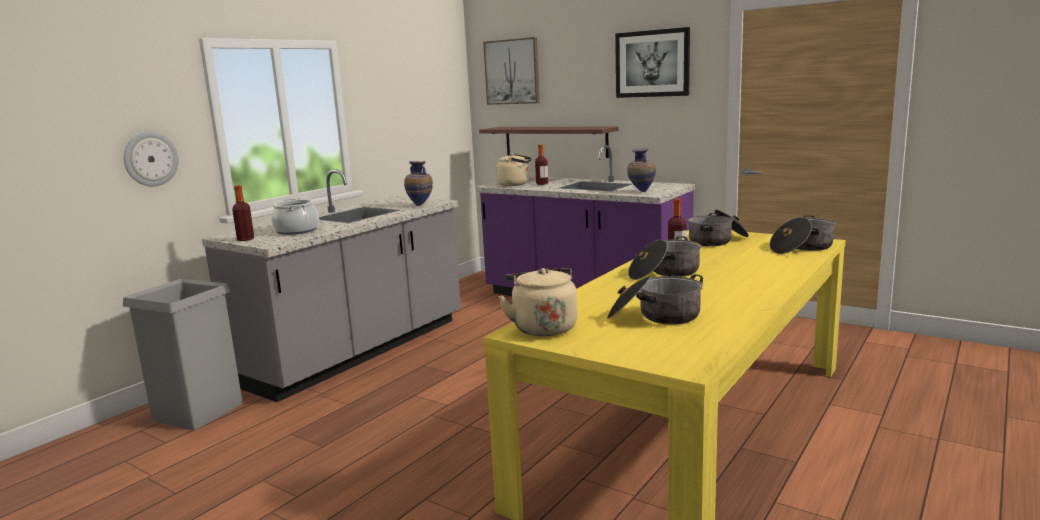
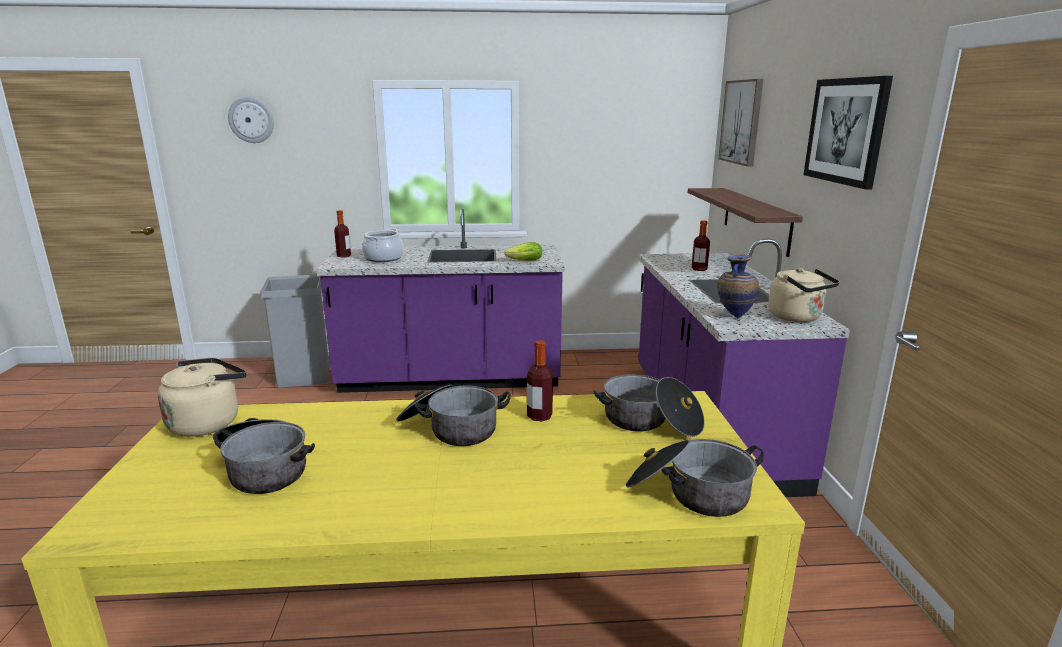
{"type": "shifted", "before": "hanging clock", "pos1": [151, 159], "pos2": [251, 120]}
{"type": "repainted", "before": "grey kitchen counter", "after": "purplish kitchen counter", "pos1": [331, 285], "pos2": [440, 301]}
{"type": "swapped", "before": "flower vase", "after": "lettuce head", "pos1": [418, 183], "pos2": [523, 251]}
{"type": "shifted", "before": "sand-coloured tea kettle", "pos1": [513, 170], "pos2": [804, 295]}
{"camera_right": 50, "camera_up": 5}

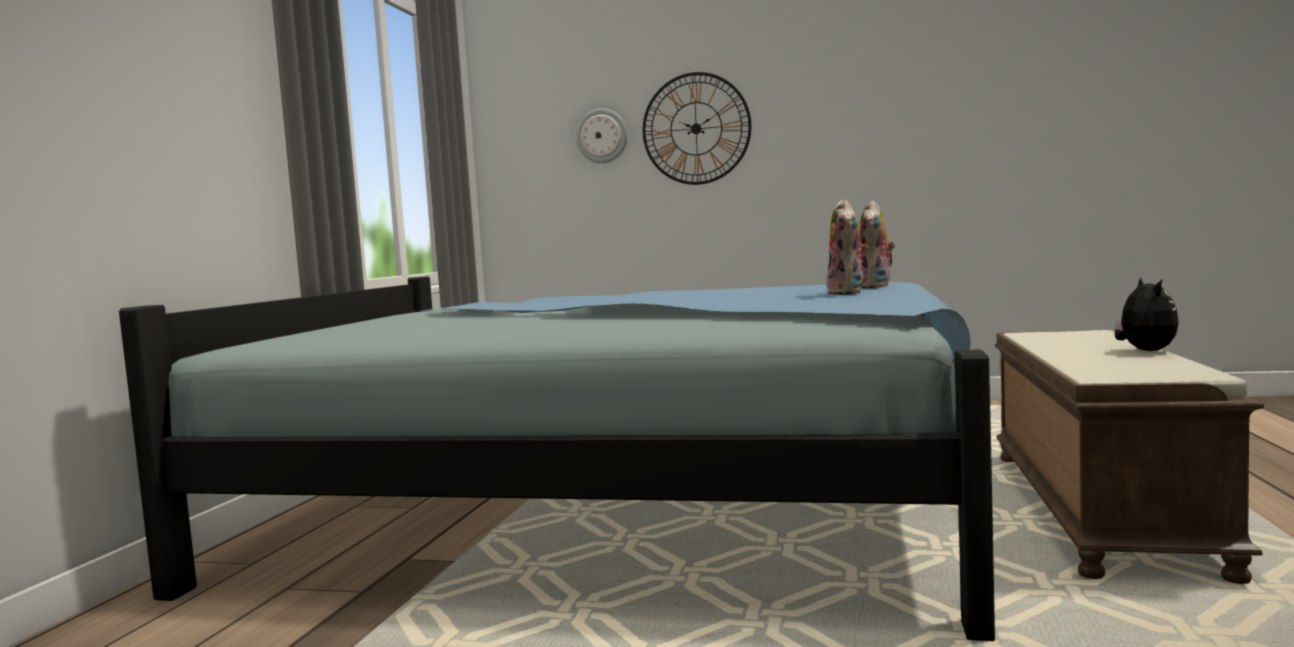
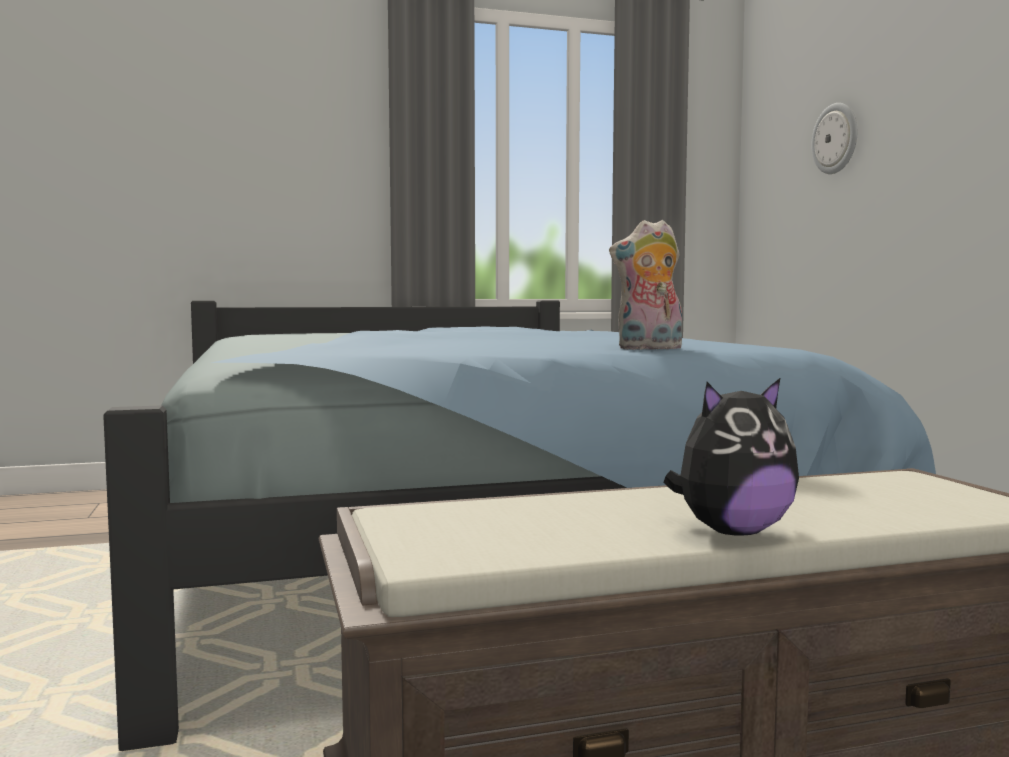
{"type": "gone", "before": "hanging clock", "pos1": [696, 128]}
{"type": "gone", "before": "cuddly toy", "pos1": [848, 247]}
{"camera_right": 60, "camera_up": 0}

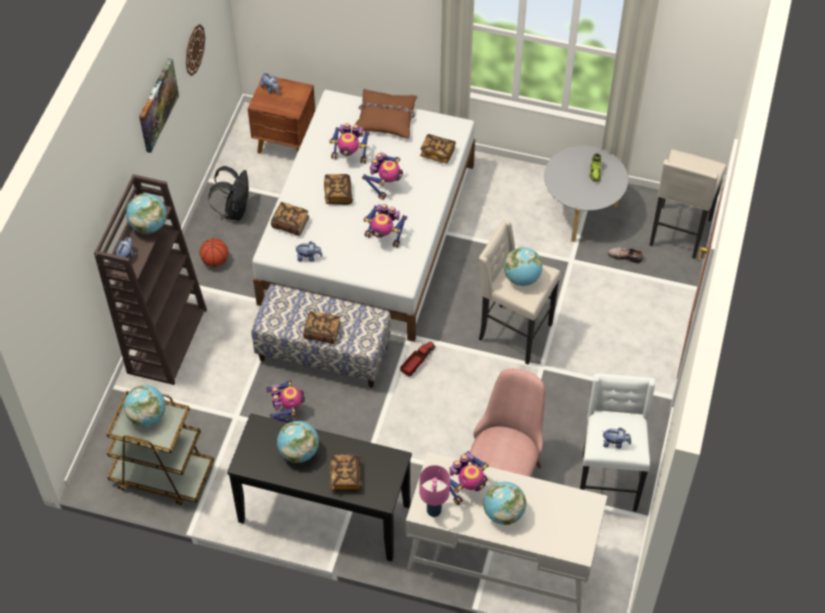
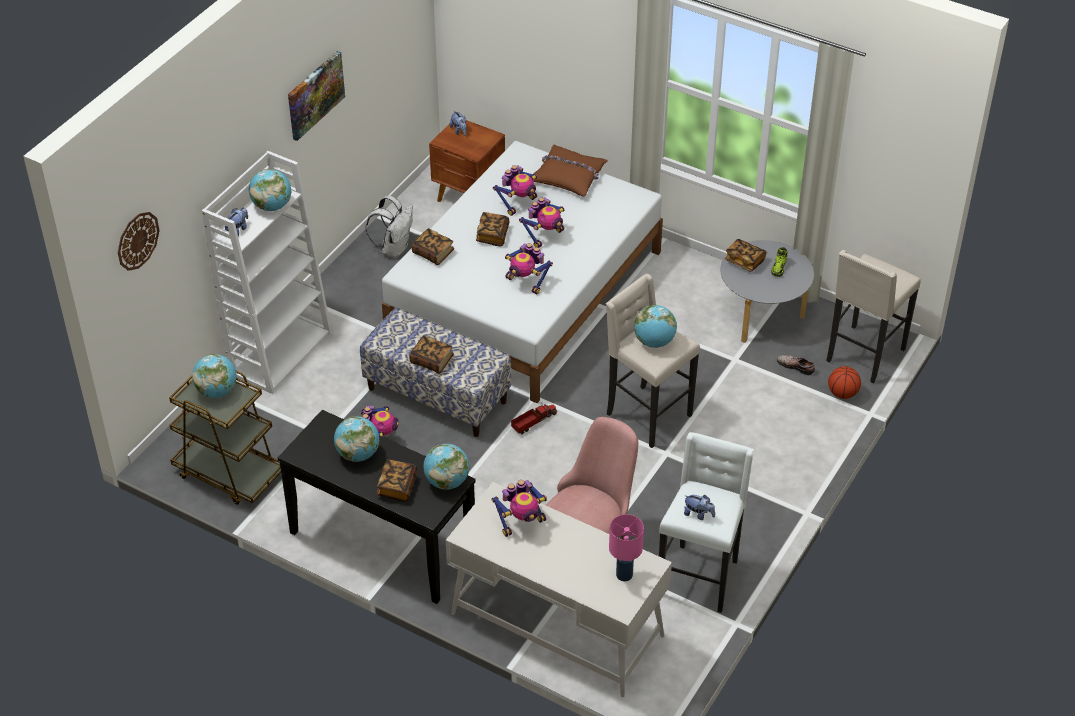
{"type": "repainted", "before": "brown-coloured bookshelf", "after": "white bookshelf", "pos1": [150, 279], "pos2": [267, 272]}
{"type": "shifted", "before": "hanging clock", "pos1": [195, 50], "pos2": [139, 241]}
{"type": "shifted", "before": "ball for basketball", "pos1": [213, 252], "pos2": [844, 382]}
{"type": "repainted", "before": "black backpack", "after": "white backpack", "pos1": [228, 193], "pos2": [389, 226]}
{"type": "gone", "before": "cuddly toy", "pos1": [308, 251]}
{"type": "rotated", "before": "toy robot", "pos1": [349, 143], "pos2": [515, 190], "turn": -75}
{"type": "shifted", "before": "volume", "pos1": [438, 149], "pos2": [745, 255]}
{"type": "shifted", "before": "pink tabletop lamp", "pos1": [435, 491], "pos2": [626, 547]}
{"type": "shifted", "before": "desk globe", "pos1": [504, 503], "pos2": [446, 467]}
{"camera_right": 15, "camera_up": -10}

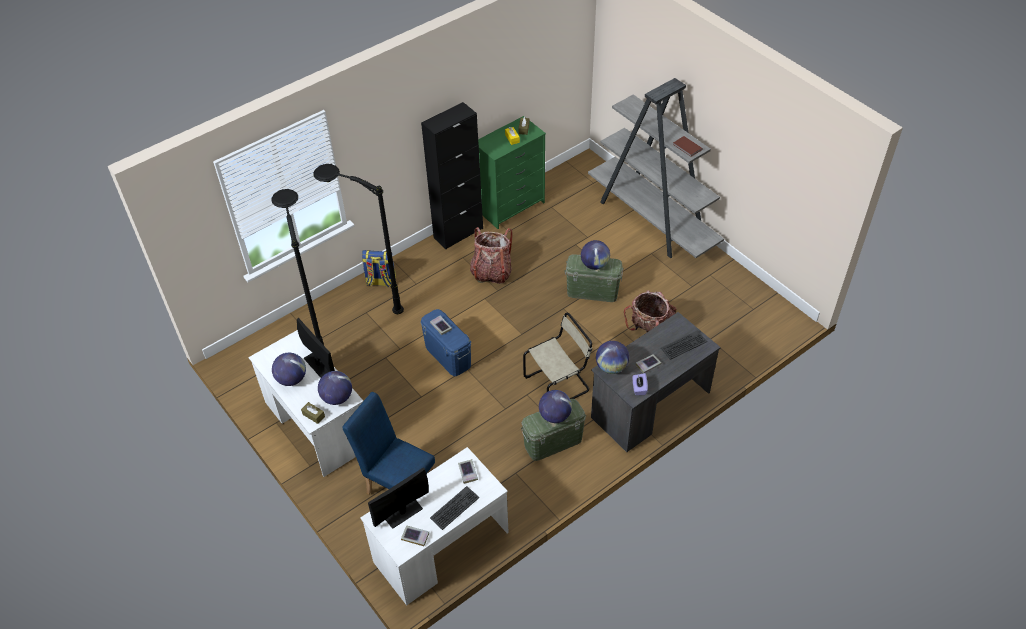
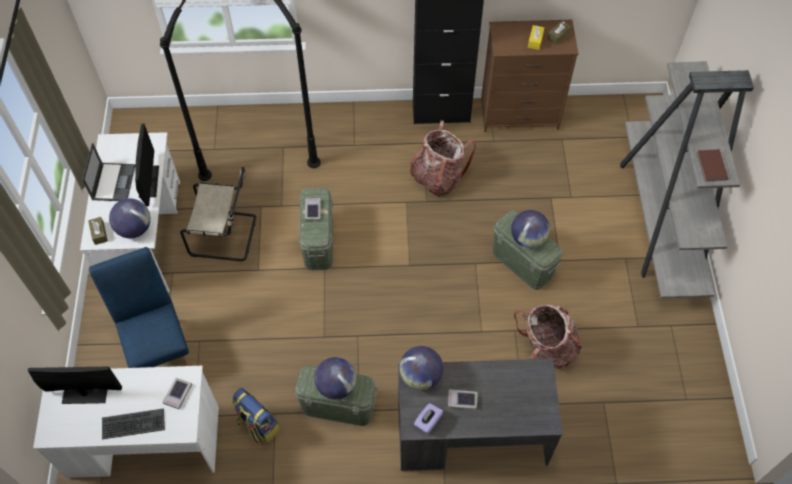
{"type": "swapped", "before": "desk globe", "after": "notebook computer", "pos1": [289, 369], "pos2": [108, 172]}
{"type": "shifted", "before": "backpack", "pos1": [379, 269], "pos2": [256, 416]}
{"type": "gone", "before": "volume", "pos1": [415, 535]}
{"type": "repainted", "before": "blue-coloured storage box", "after": "greenish storage box", "pos1": [446, 342], "pos2": [316, 229]}
{"type": "repainted", "before": "greenish chest of drawers", "after": "brown-coloured chest of drawers", "pos1": [512, 172], "pos2": [529, 76]}
{"type": "shifted", "before": "sand-coloured plain chair", "pos1": [557, 356], "pos2": [218, 214]}
{"type": "gone", "before": "PC keyboard", "pos1": [684, 345]}
{"camera_right": 35, "camera_up": 10}

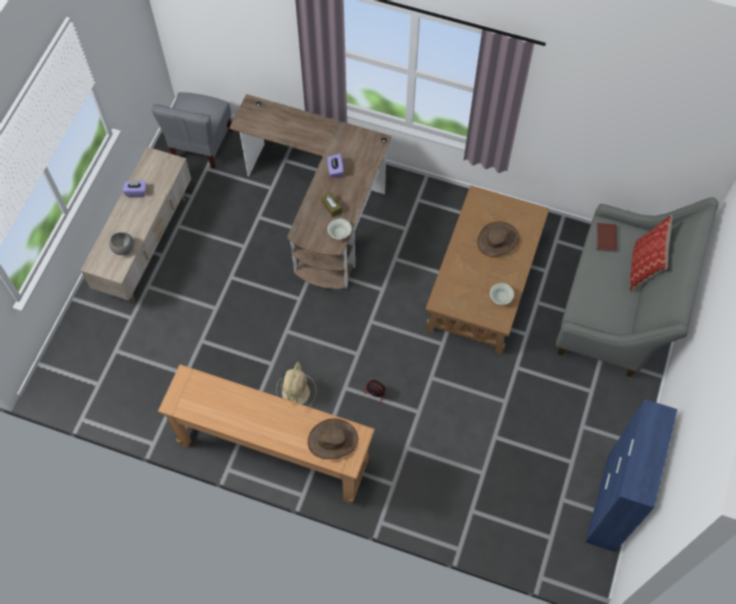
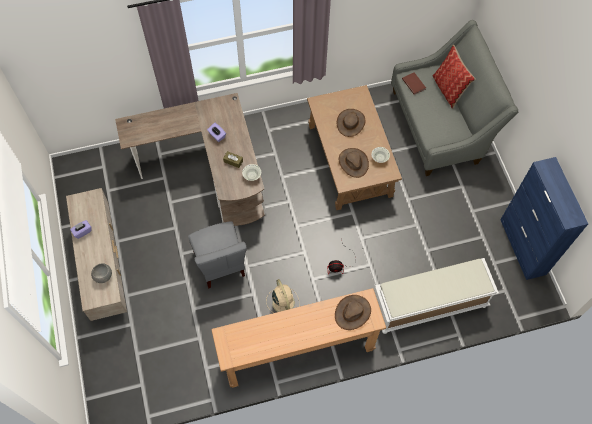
{"type": "shifted", "before": "grey plain chair", "pos1": [192, 130], "pos2": [217, 255]}
{"type": "new", "after": "brown-coloured clothing hat", "pos2": [354, 163]}
{"type": "new", "after": "white long seat", "pos2": [437, 296]}
{"camera_right": -35, "camera_up": 0}

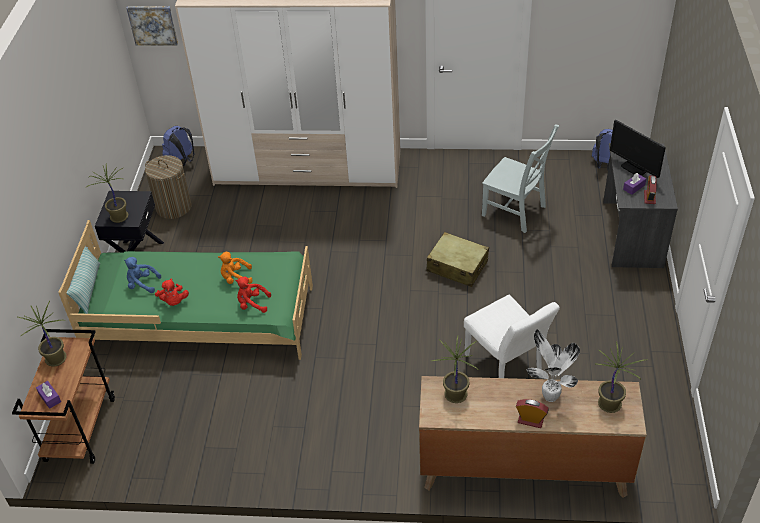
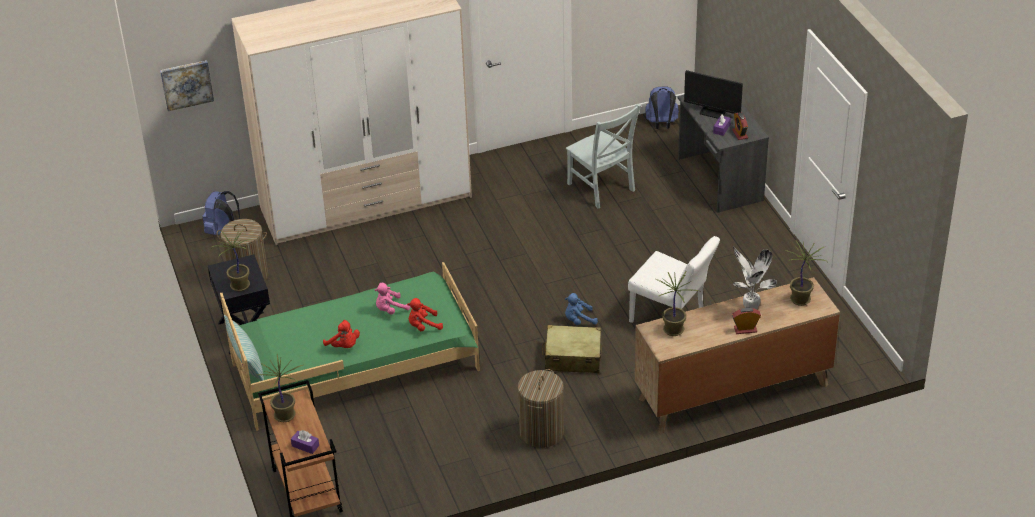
{"type": "shifted", "before": "blue-coloured cuddly toy", "pos1": [142, 275], "pos2": [581, 309]}
{"type": "repainted", "before": "orange-coloured cuddly toy", "after": "pink cuddly toy", "pos1": [235, 268], "pos2": [392, 299]}
{"type": "shifted", "before": "sand-coloured travel case", "pos1": [458, 259], "pos2": [572, 349]}
{"type": "rotated", "before": "grey plain chair", "pos1": [520, 178], "pos2": [603, 156], "turn": 45}
{"type": "new", "after": "hamper", "pos2": [541, 408]}
{"camera_right": -25, "camera_up": -5}

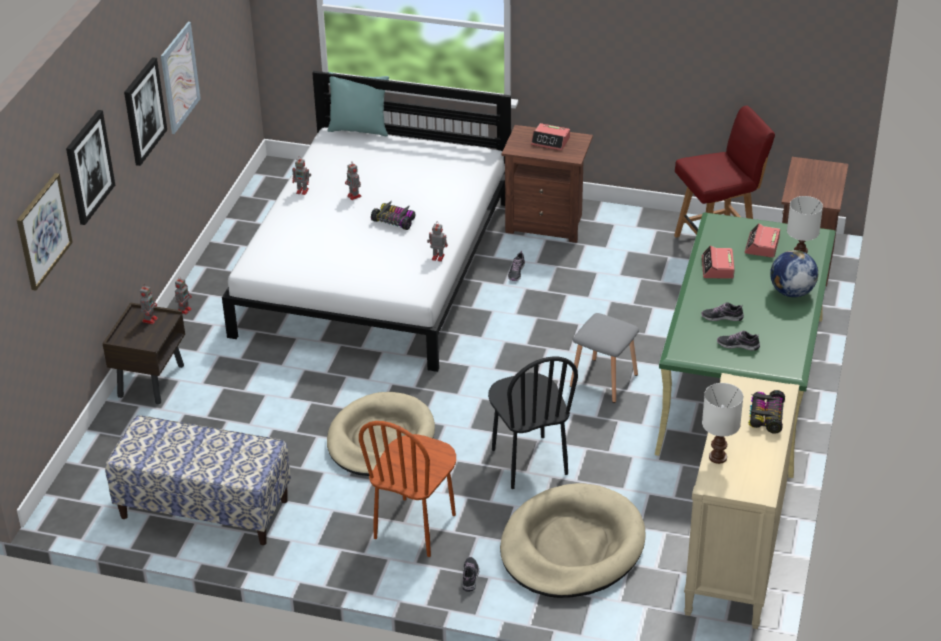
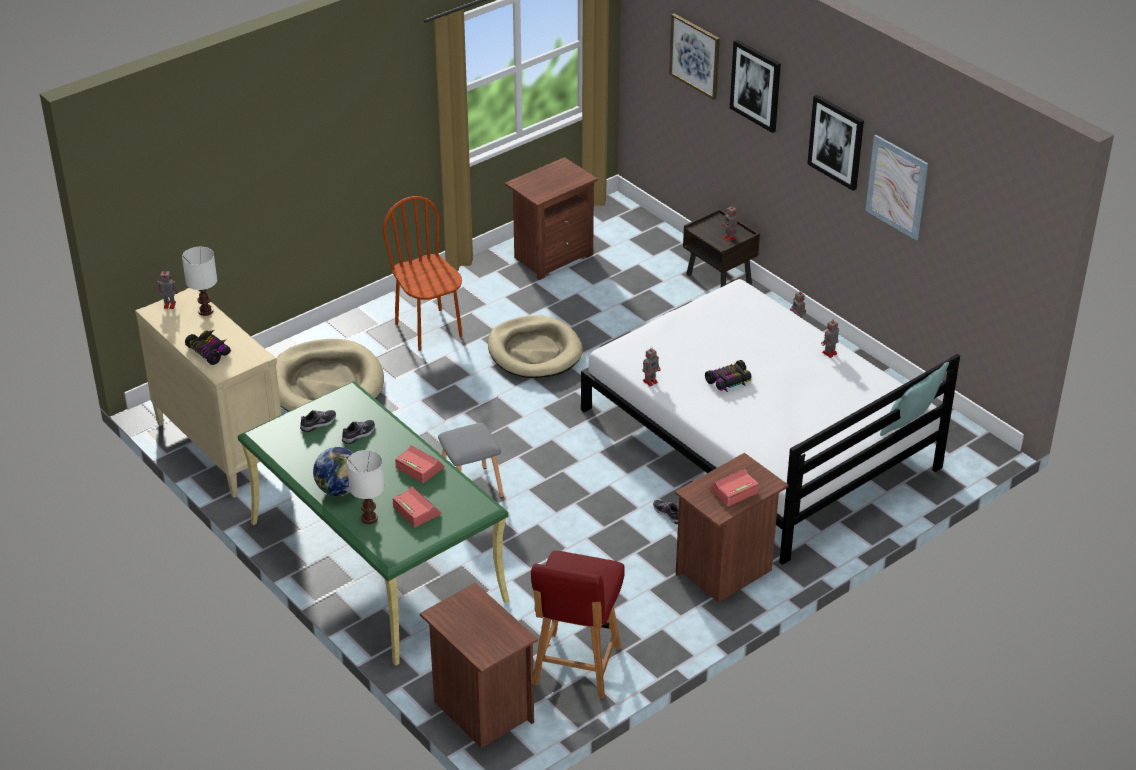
{"type": "swapped", "before": "long seat", "after": "brown-coloured nightstand", "pos1": [198, 480], "pos2": [551, 218]}
{"type": "shifted", "before": "toy robot", "pos1": [353, 180], "pos2": [167, 289]}
{"type": "gone", "before": "shoe", "pos1": [471, 574]}
{"type": "gone", "before": "black plain chair", "pos1": [533, 423]}
{"camera_right": 125, "camera_up": 0}

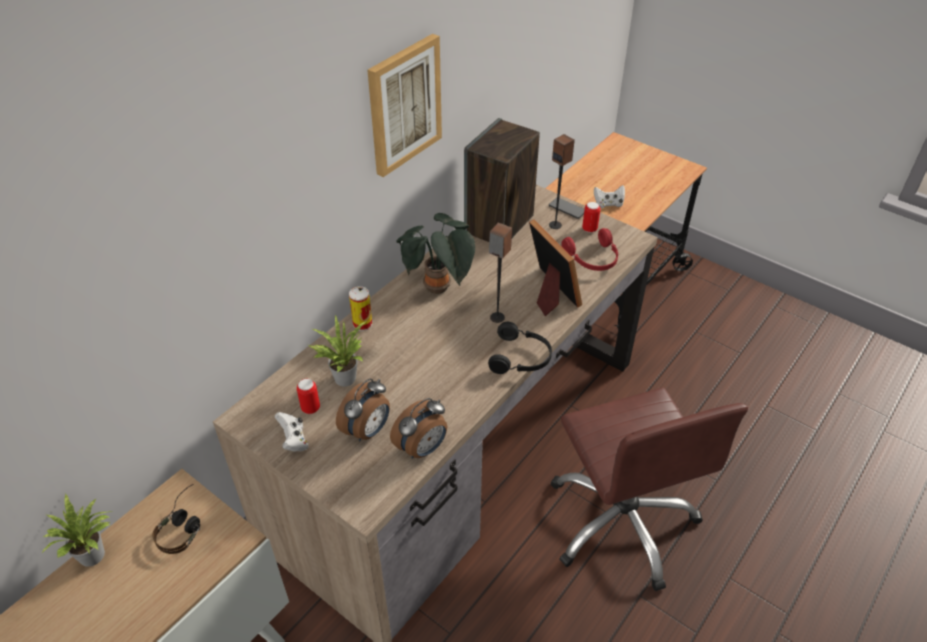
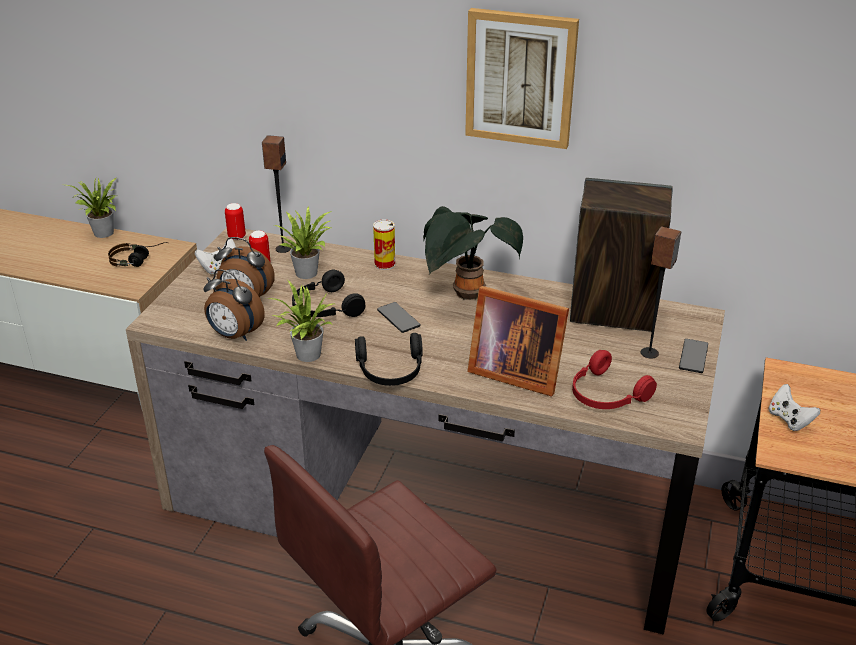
{"type": "shifted", "before": "audio speaker", "pos1": [500, 273], "pos2": [276, 194]}
{"type": "rotated", "before": "standing frame", "pos1": [555, 267], "pos2": [518, 341], "turn": 75}
{"type": "shifted", "before": "can", "pos1": [591, 217], "pos2": [235, 221]}
{"type": "new", "after": "potted plant", "pos2": [300, 321]}
{"type": "new", "after": "black headset", "pos2": [328, 293]}
{"type": "new", "after": "phone", "pos2": [399, 317]}
{"camera_right": 70, "camera_up": -10}

